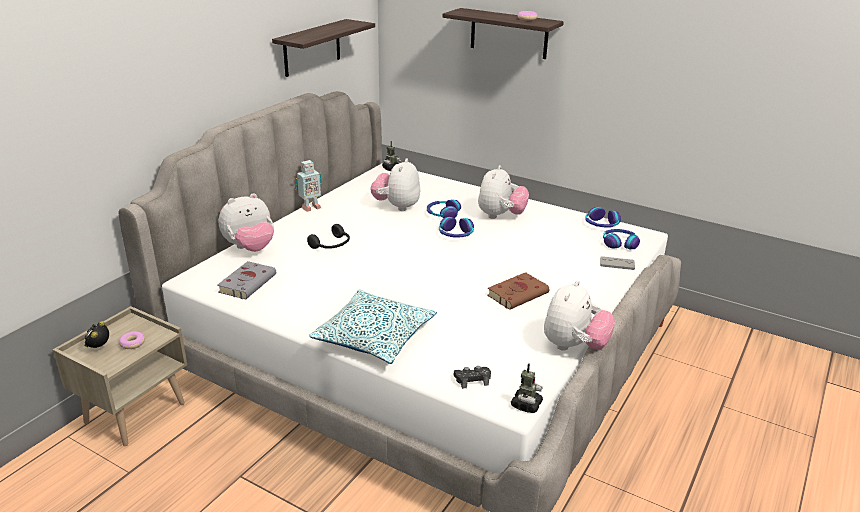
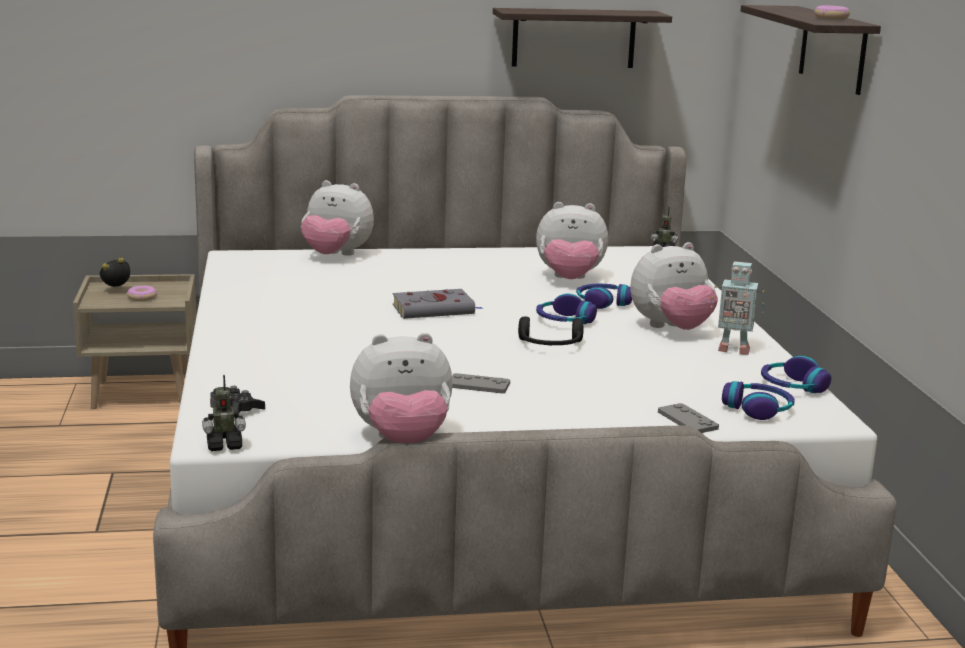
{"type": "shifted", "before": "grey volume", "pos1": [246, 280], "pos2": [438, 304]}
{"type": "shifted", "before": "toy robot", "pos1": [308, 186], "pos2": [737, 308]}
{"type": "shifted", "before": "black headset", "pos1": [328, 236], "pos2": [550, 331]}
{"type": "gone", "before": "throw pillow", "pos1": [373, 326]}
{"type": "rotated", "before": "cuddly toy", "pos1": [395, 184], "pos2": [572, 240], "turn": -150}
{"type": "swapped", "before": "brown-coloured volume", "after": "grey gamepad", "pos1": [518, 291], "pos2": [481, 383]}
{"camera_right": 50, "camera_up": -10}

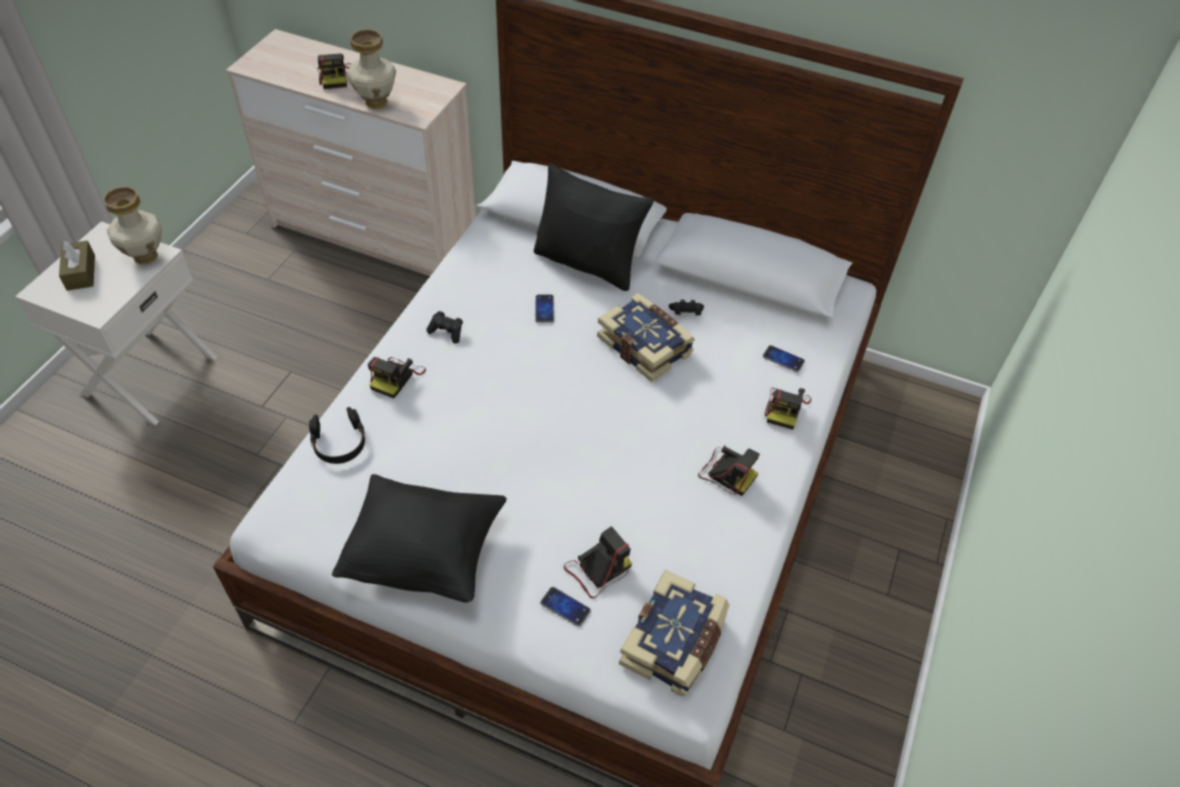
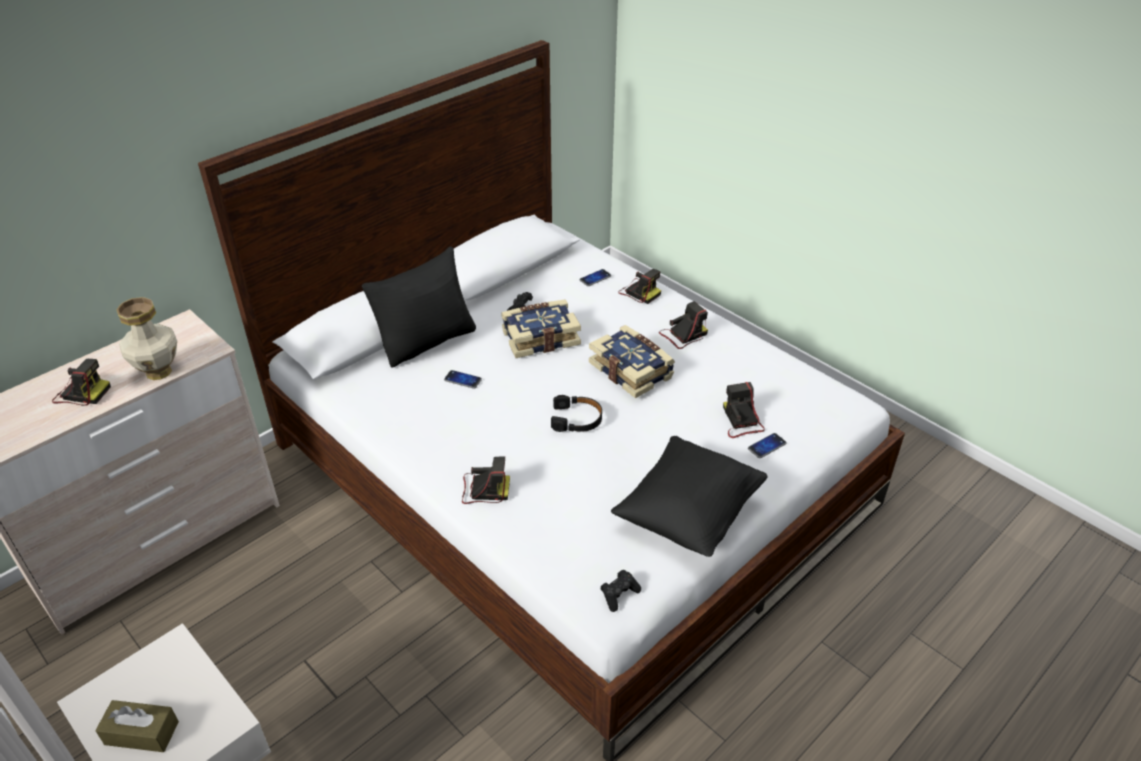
{"type": "gone", "before": "flower vase", "pos1": [132, 225]}
{"type": "shifted", "before": "black headset", "pos1": [337, 435], "pos2": [576, 413]}
{"type": "rotated", "before": "photo camera", "pos1": [397, 377], "pos2": [486, 480], "turn": -45}
{"type": "shifted", "before": "black gamepad", "pos1": [444, 327], "pos2": [620, 591]}
{"type": "shifted", "before": "volume", "pos1": [674, 633], "pos2": [632, 361]}
{"camera_right": -65, "camera_up": -10}

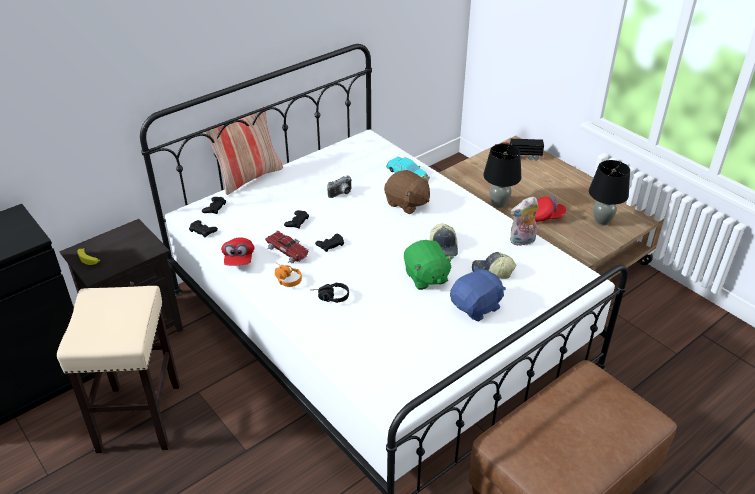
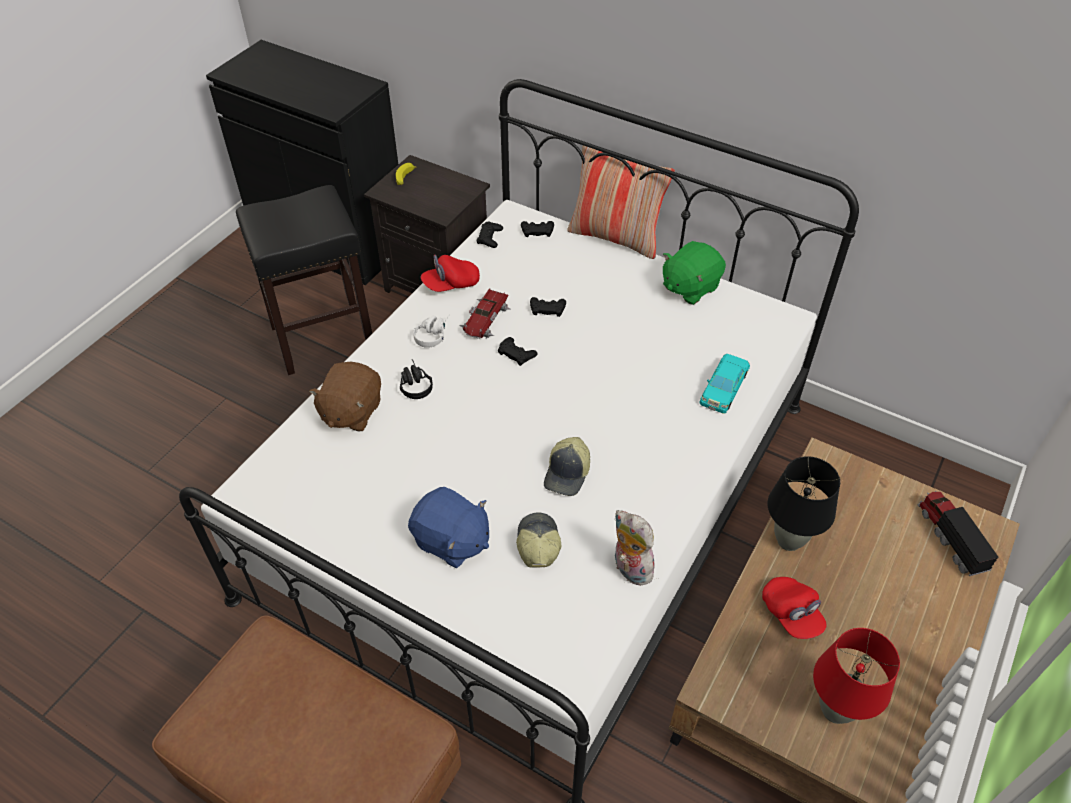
{"type": "repainted", "before": "sand-coloured stool", "after": "black stool", "pos1": [118, 369], "pos2": [304, 280]}
{"type": "repainted", "before": "orange-coloured headset", "after": "white headset", "pos1": [288, 275], "pos2": [431, 331]}
{"type": "gone", "before": "photo camera", "pos1": [339, 186]}
{"type": "shifted", "before": "brown-coloured cuddly toy", "pos1": [407, 192], "pos2": [345, 397]}
{"type": "shifted", "before": "greenish cuddly toy", "pos1": [429, 265], "pos2": [694, 273]}
{"type": "rotated", "before": "peaked cap", "pos1": [444, 240], "pos2": [567, 466], "turn": -45}
{"type": "repainted", "before": "black tabletop lamp", "after": "red tabletop lamp", "pos1": [609, 193], "pos2": [856, 676]}
{"camera_right": 70, "camera_up": 10}

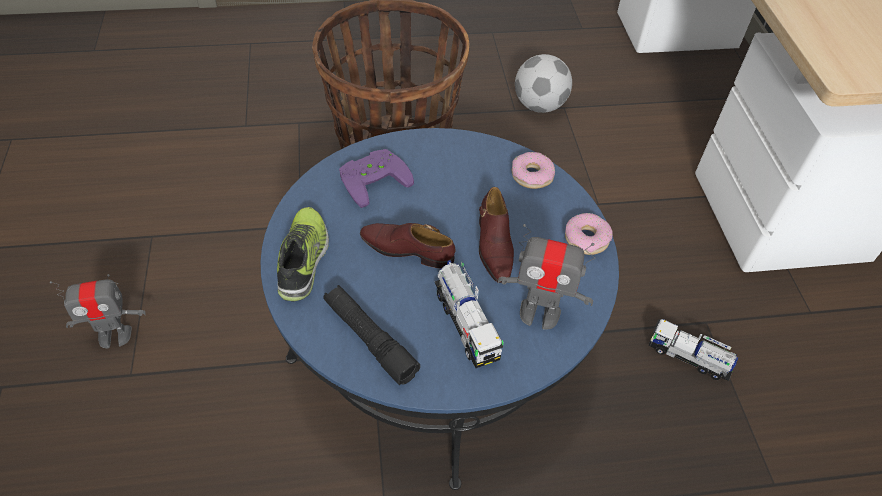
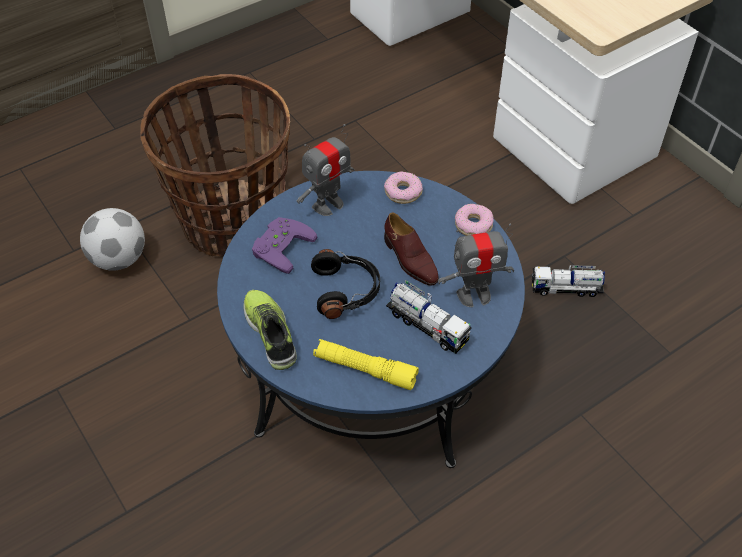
{"type": "shifted", "before": "toy robot", "pos1": [97, 311], "pos2": [326, 170]}
{"type": "repainted", "before": "black hand torch", "after": "yellowish hand torch", "pos1": [371, 335], "pos2": [366, 364]}
{"type": "swapped", "before": "brown-coloured shoe", "after": "black headset", "pos1": [407, 245], "pos2": [345, 284]}
{"type": "shifted", "before": "football", "pos1": [543, 83], "pos2": [112, 239]}
{"camera_right": -25, "camera_up": 0}

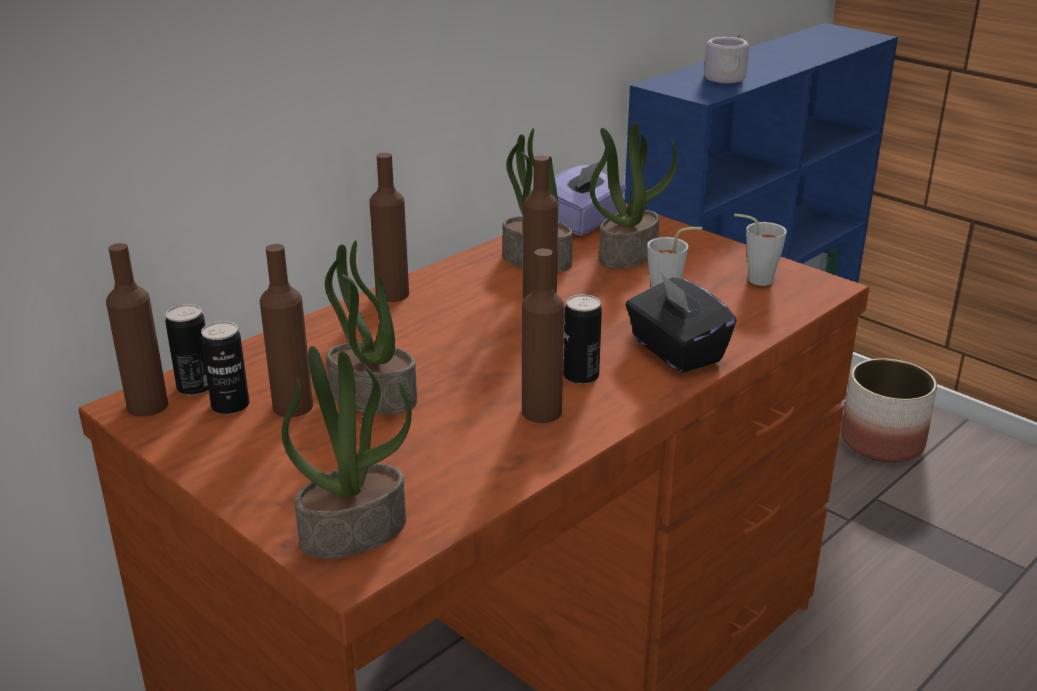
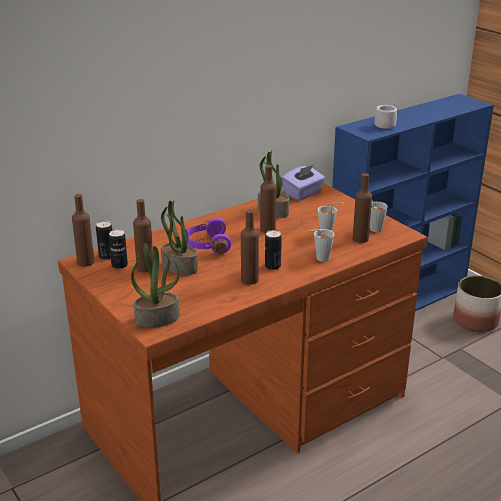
{"type": "shifted", "before": "brown-coloured drink bottle", "pos1": [389, 227], "pos2": [362, 208]}
{"type": "gone", "before": "potted plant", "pos1": [633, 196]}
{"type": "swapped", "before": "black box of tissues", "after": "grey drinking cup", "pos1": [680, 323], "pos2": [322, 245]}
{"type": "new", "after": "purplish headset", "pos2": [209, 236]}
{"camera_right": 10, "camera_up": 0}

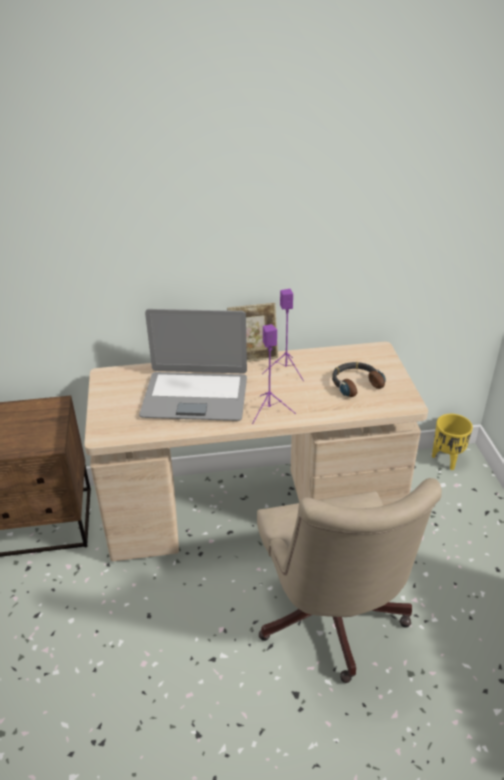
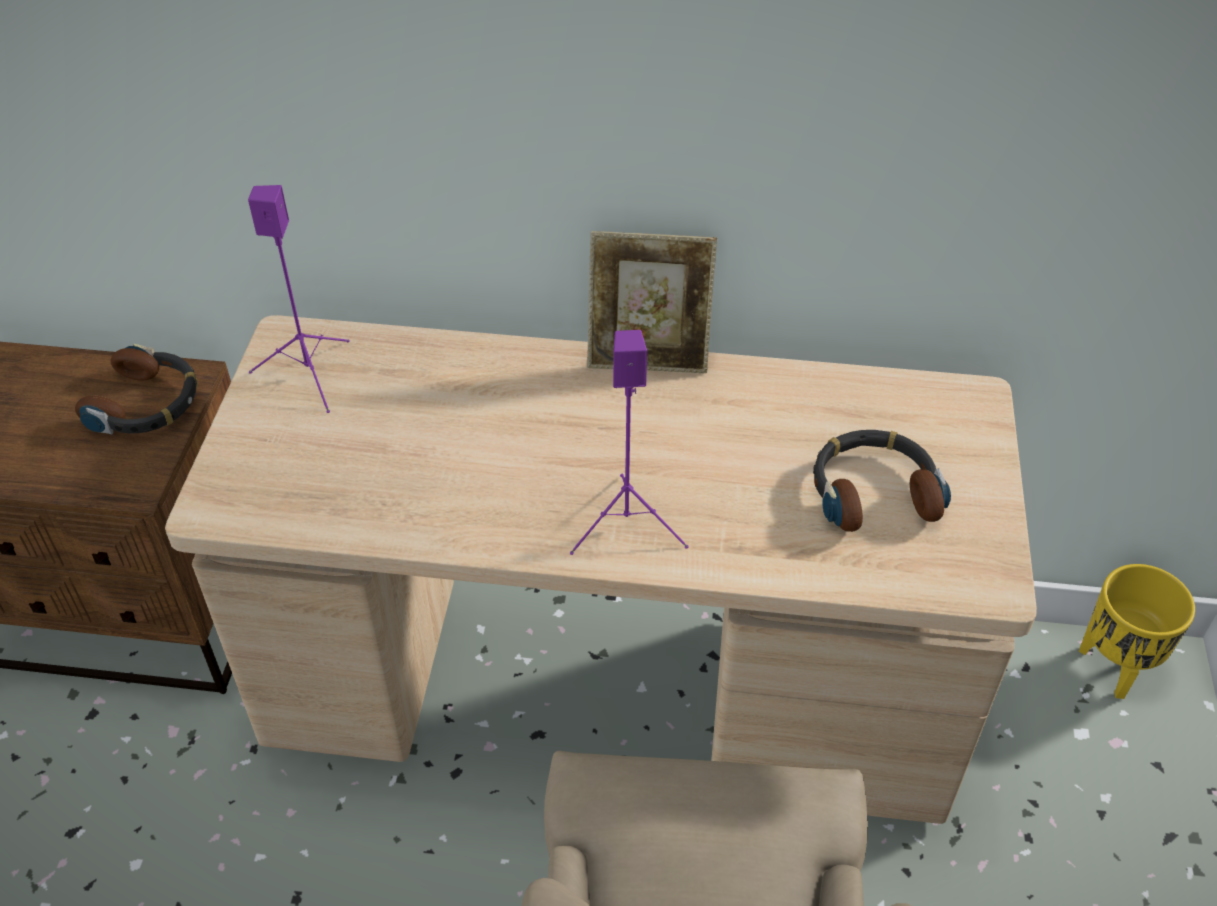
{"type": "gone", "before": "notebook computer", "pos1": [193, 365]}
{"type": "shifted", "before": "purplish audio speaker", "pos1": [283, 335], "pos2": [299, 299]}
{"type": "new", "after": "headset", "pos2": [136, 389]}
{"camera_right": 15, "camera_up": 10}

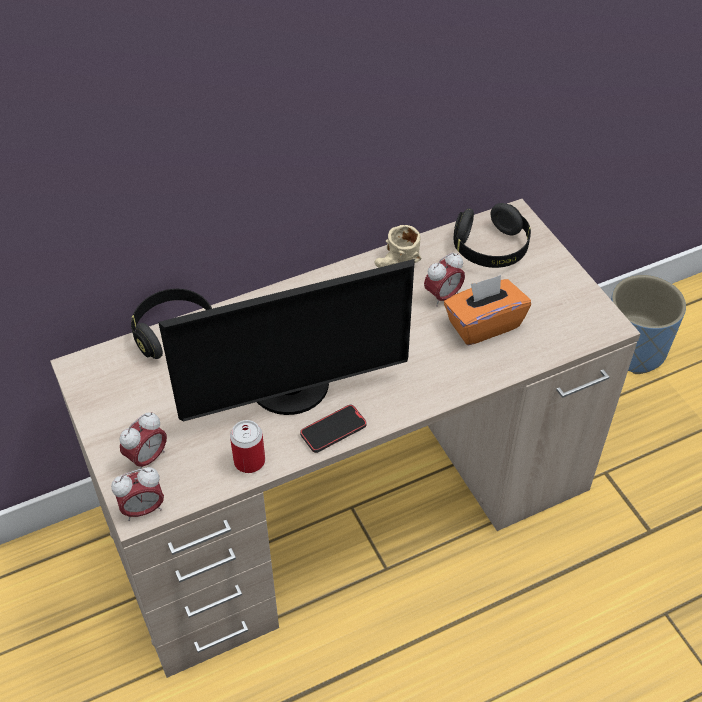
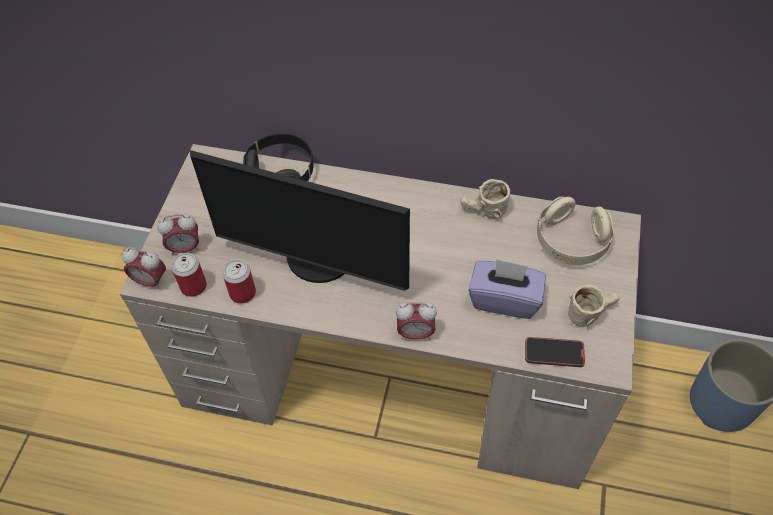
{"type": "shifted", "before": "phone", "pos1": [333, 429], "pos2": [555, 352]}
{"type": "shifted", "before": "alarm clock", "pos1": [444, 280], "pos2": [416, 320]}
{"type": "repainted", "before": "orange-coloured box of tissues", "after": "purplish box of tissues", "pos1": [487, 310], "pos2": [507, 289]}
{"type": "repainted", "before": "black headset", "after": "sand-coloured headset", "pos1": [492, 235], "pos2": [575, 230]}
{"type": "new", "after": "can", "pos2": [189, 275]}
{"type": "new", "after": "sand-coloured mug", "pos2": [594, 305]}
{"camera_right": 40, "camera_up": 5}

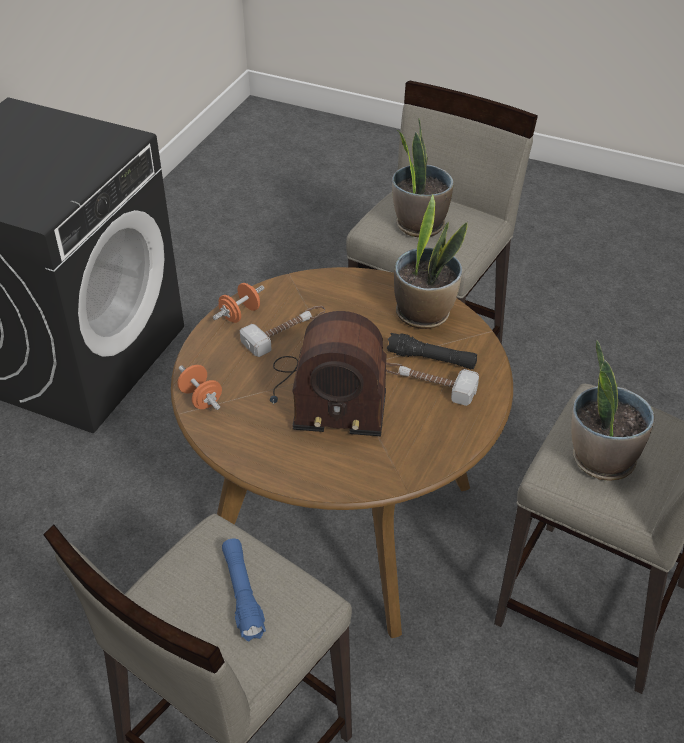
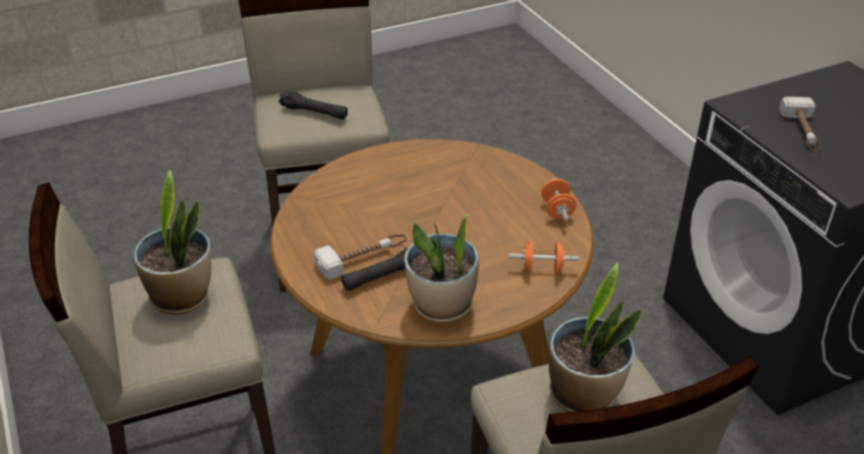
{"type": "shifted", "before": "orange-coloured free weight", "pos1": [199, 387], "pos2": [543, 258]}
{"type": "repainted", "before": "blue-coloured hand torch", "after": "black hand torch", "pos1": [244, 590], "pos2": [313, 105]}
{"type": "shifted", "before": "hammer", "pos1": [282, 331], "pos2": [800, 124]}
{"type": "gone", "before": "radio set", "pos1": [328, 373]}
{"camera_right": 130, "camera_up": -5}

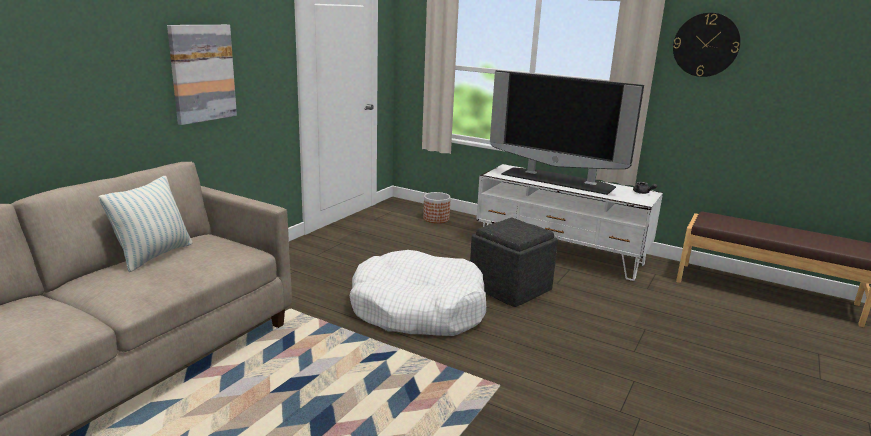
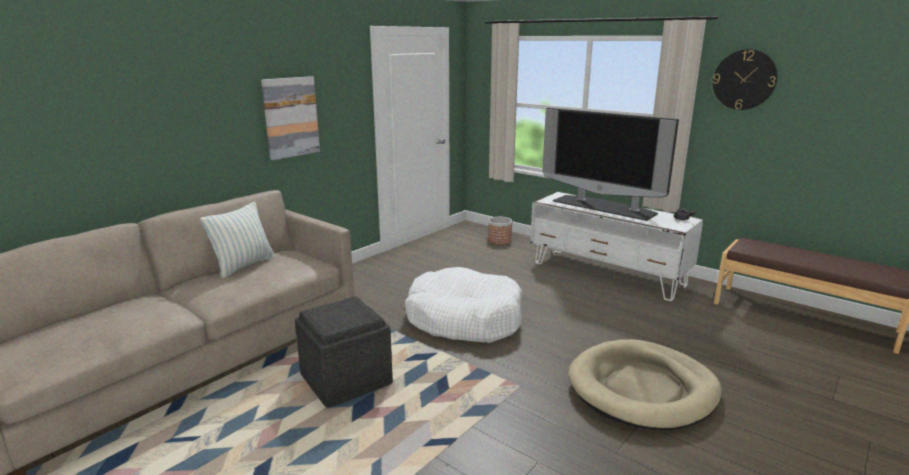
{"type": "shifted", "before": "grey footrest", "pos1": [514, 262], "pos2": [344, 351]}
{"type": "new", "after": "sand-coloured dog cushion", "pos2": [645, 385]}
{"camera_right": 10, "camera_up": 0}

